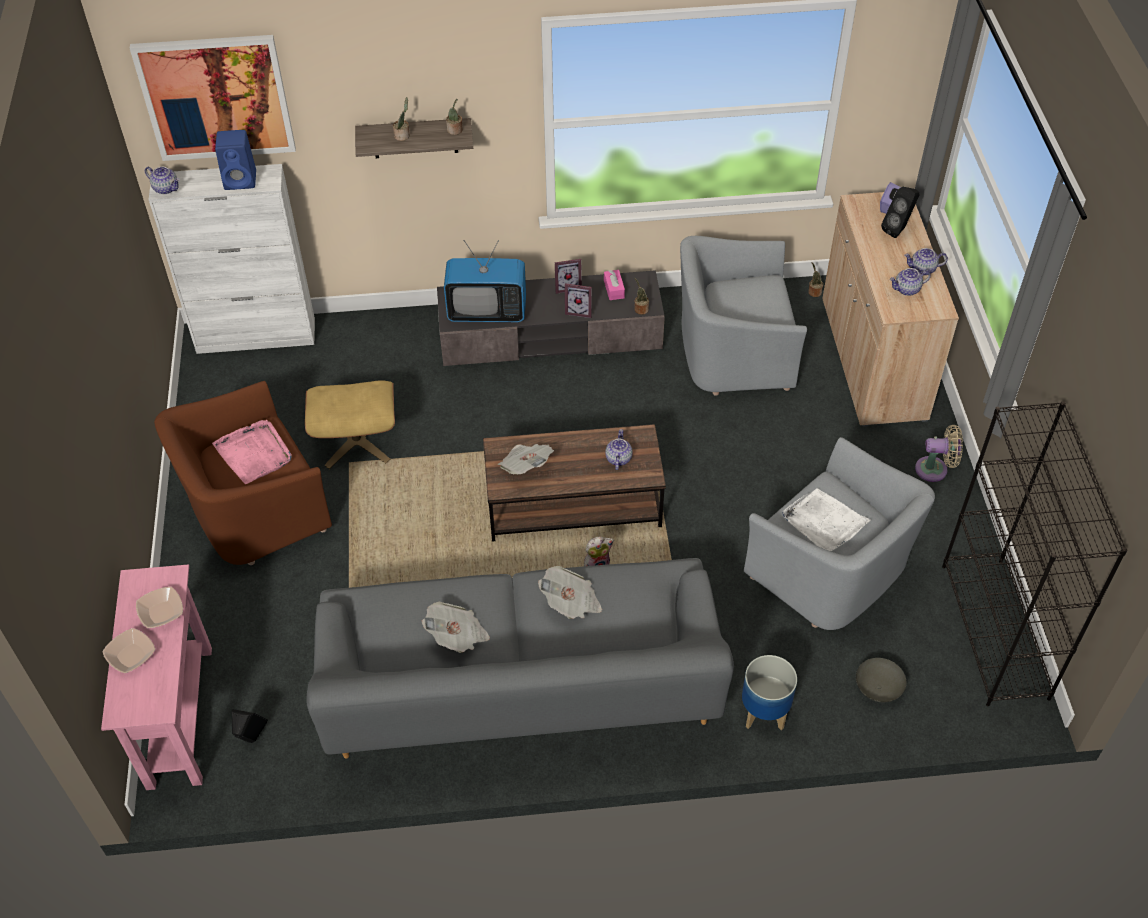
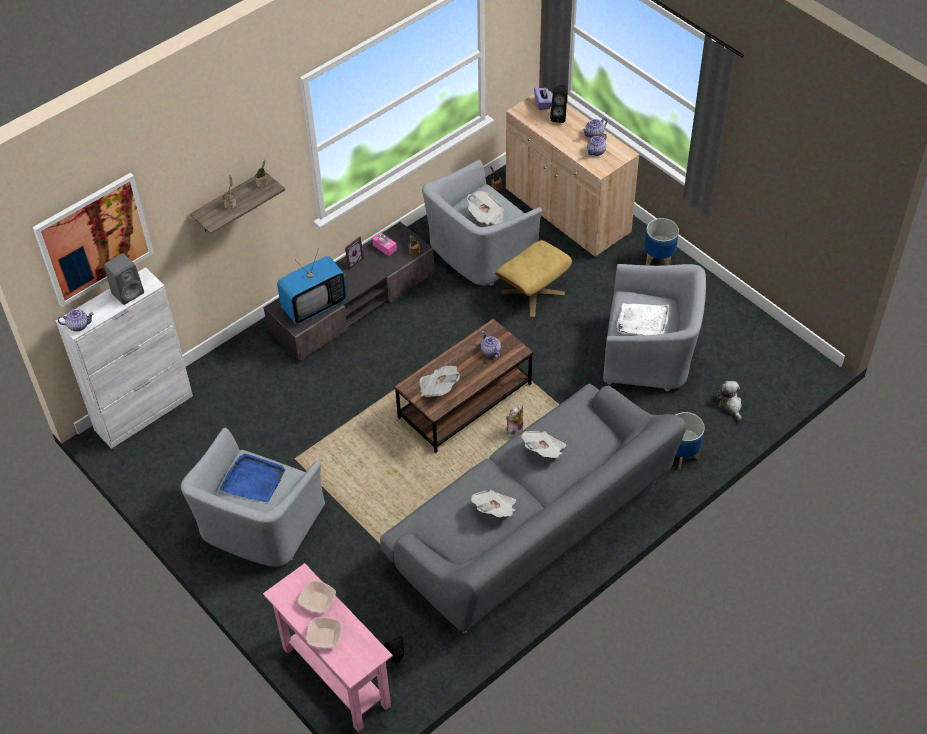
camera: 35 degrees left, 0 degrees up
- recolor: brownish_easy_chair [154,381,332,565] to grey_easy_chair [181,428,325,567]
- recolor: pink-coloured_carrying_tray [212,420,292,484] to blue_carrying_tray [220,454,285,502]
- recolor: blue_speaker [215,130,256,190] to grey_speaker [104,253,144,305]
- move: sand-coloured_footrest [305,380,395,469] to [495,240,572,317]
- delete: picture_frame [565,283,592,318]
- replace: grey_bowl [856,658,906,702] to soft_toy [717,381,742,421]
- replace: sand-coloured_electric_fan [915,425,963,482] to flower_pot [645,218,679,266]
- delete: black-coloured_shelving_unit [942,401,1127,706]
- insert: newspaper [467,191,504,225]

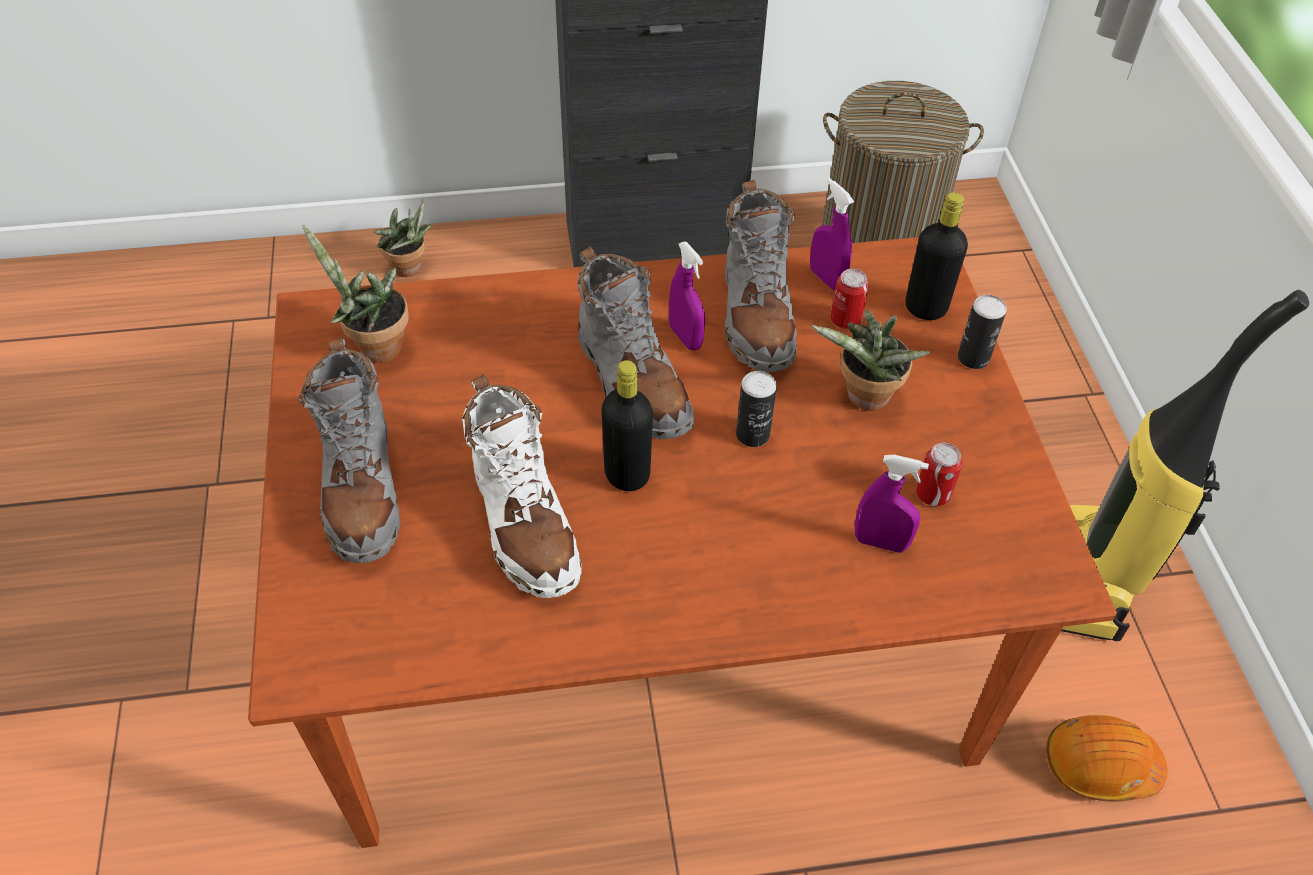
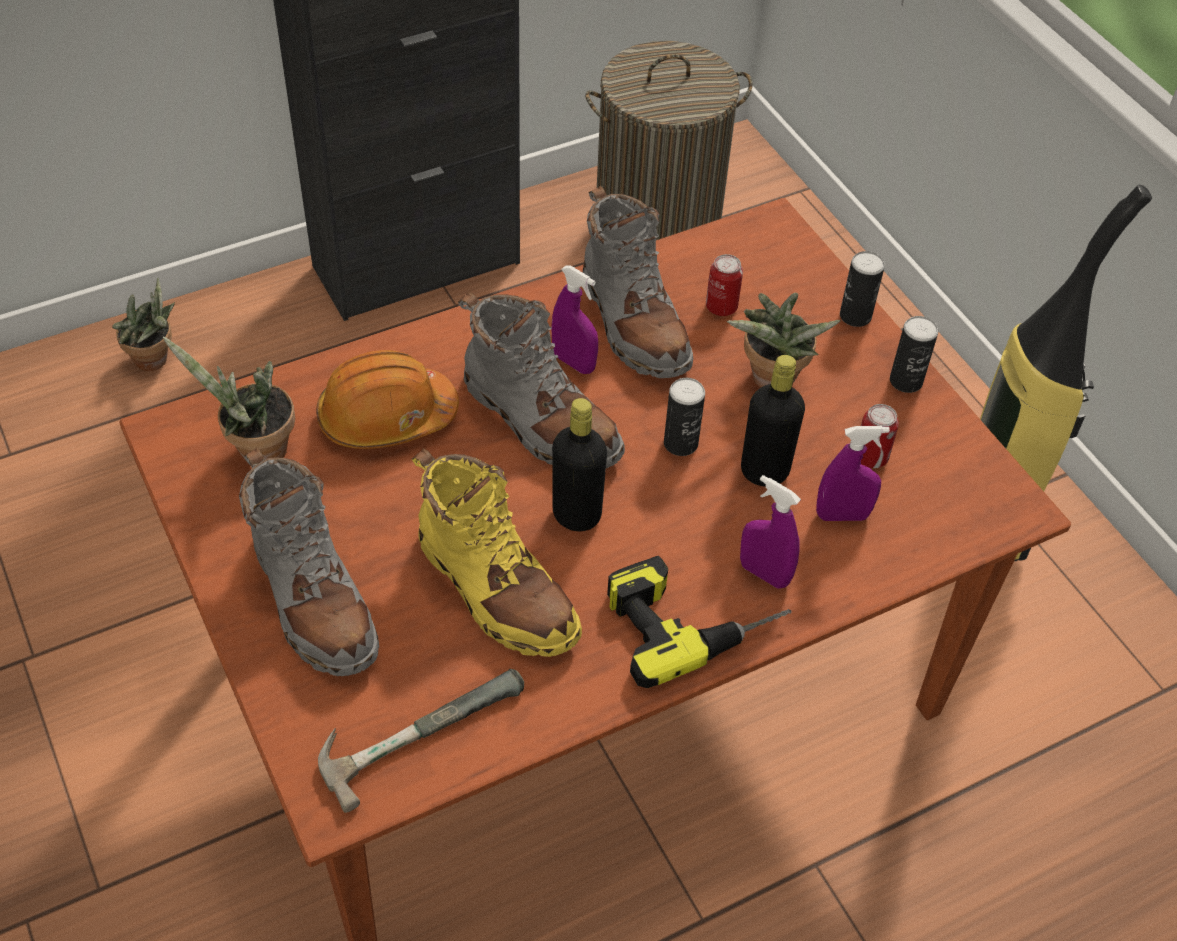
camera: 20 degrees left, 0 degrees up
- recolor: white_high-top_boot [462,374,582,598] to yellow-coloured_high-top_boot [412,448,582,657]
- move: purple_sprayer [810,178,854,290] to [740,475,801,589]
- move: black-coloured_beverage_bottle [905,192,968,320] to [741,355,805,486]
- move: orange-coloured_hard_hat [1046,715,1168,802] to [316,350,459,449]
- insert: hand_hammer [318,669,524,813]
- insert: drill [607,556,791,688]
- insert: can [890,316,938,393]

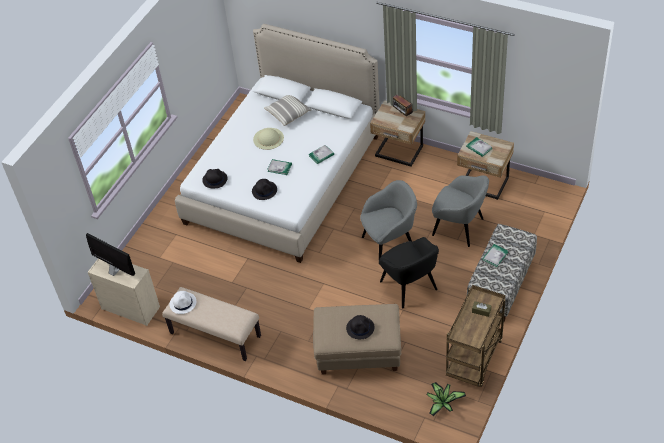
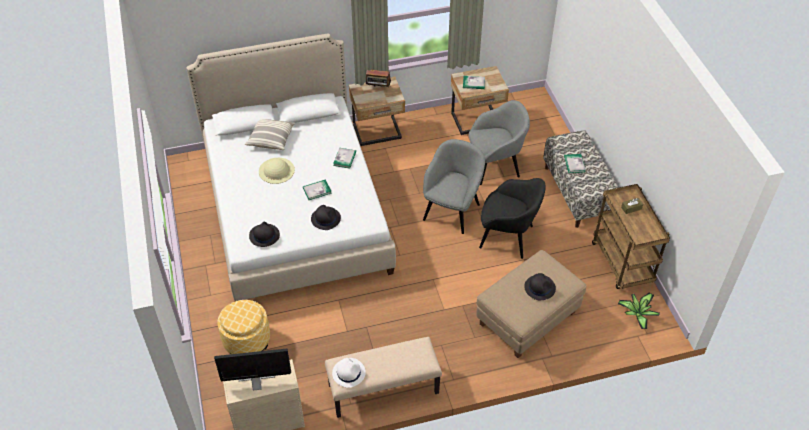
camera: 45 degrees left, 0 degrees up
- insert: footrest [217,300,270,354]

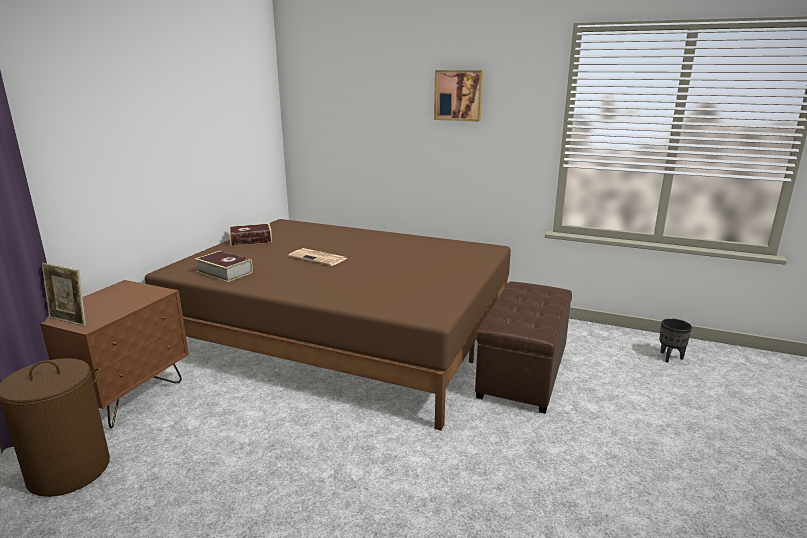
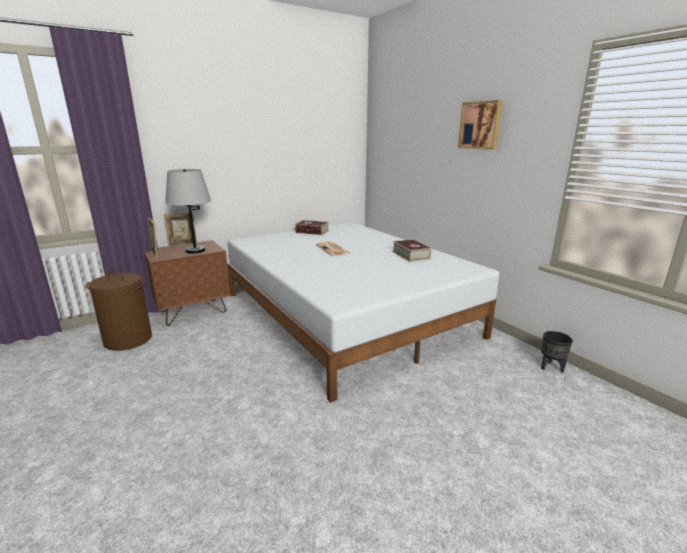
camera: 35 degrees right, 0 degrees up
- recolor: brownish_bed [145,219,511,431] to white_bed [227,222,499,403]
- move: volume [195,251,253,282] to [392,239,431,262]
- delete: brownish_footrest [475,281,572,414]
- move: black-coloured_flower_pot [659,318,692,363] to [541,331,573,373]
- insert: picture_frame [164,212,197,248]
- insert: grey_tabletop_lamp [165,169,211,254]

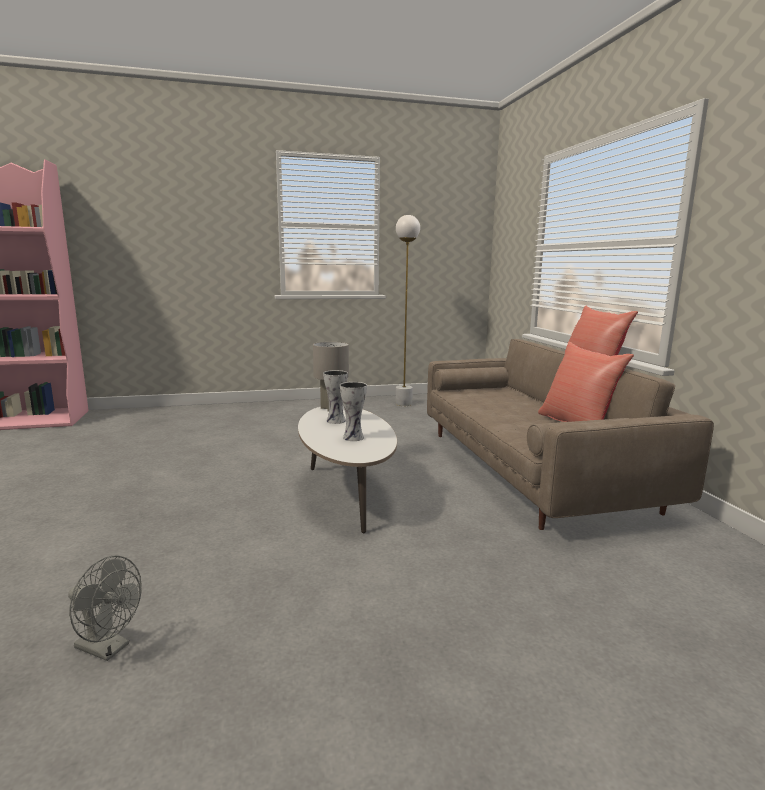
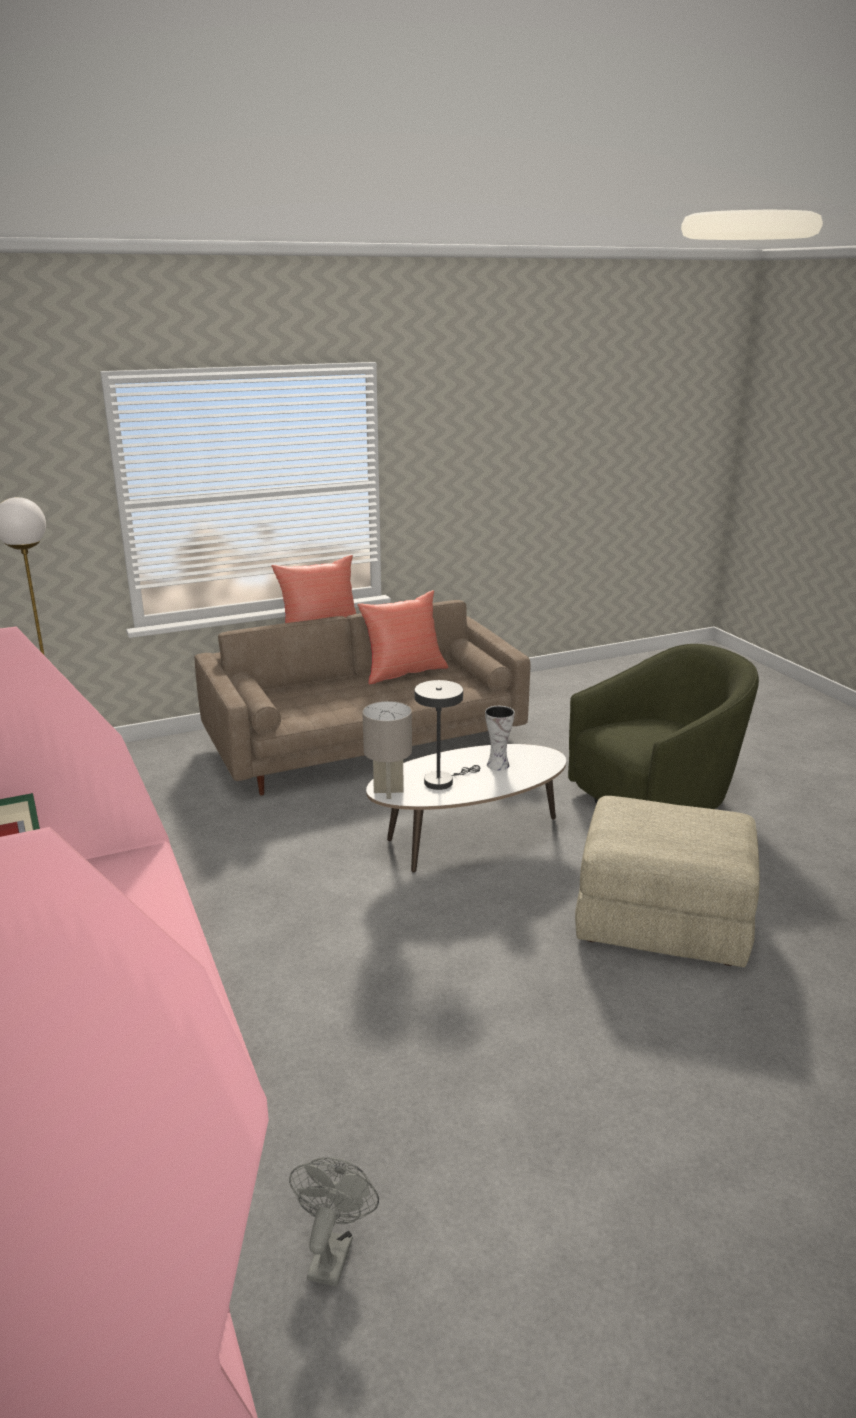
camera: 100 degrees left, 10 degrees up
- move: grey_electric_fan [68,556,142,661] to [289,1157,379,1286]
- replace: flower_vase [323,370,348,424] to grey_tabletop_lamp [415,680,480,790]
- insert: greenish_easy_chair [568,644,759,809]
- insert: sand-coloured_footrest [575,796,760,967]

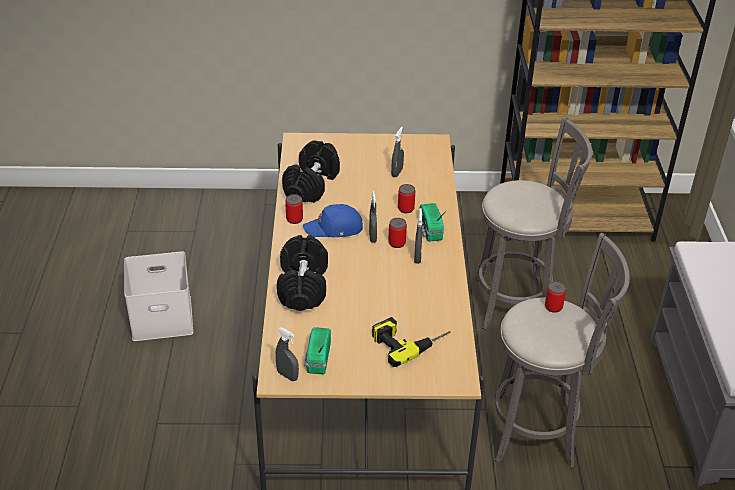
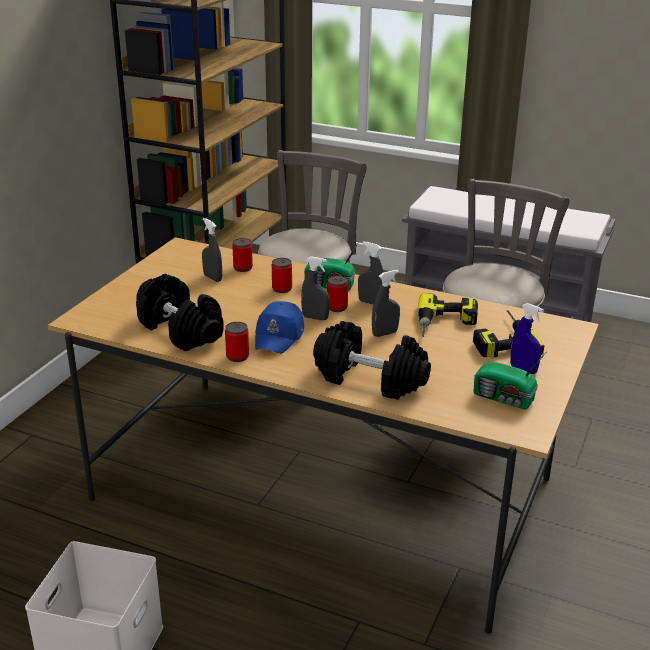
camera: 65 degrees left, 10 degrees down
- move: grey_sprayer [276,327,299,381] to [372,270,400,337]
- move: can [545,281,566,313] to [232,238,253,272]
- insert: drill [418,293,478,337]
- insert: blue_sprayer [511,303,544,374]

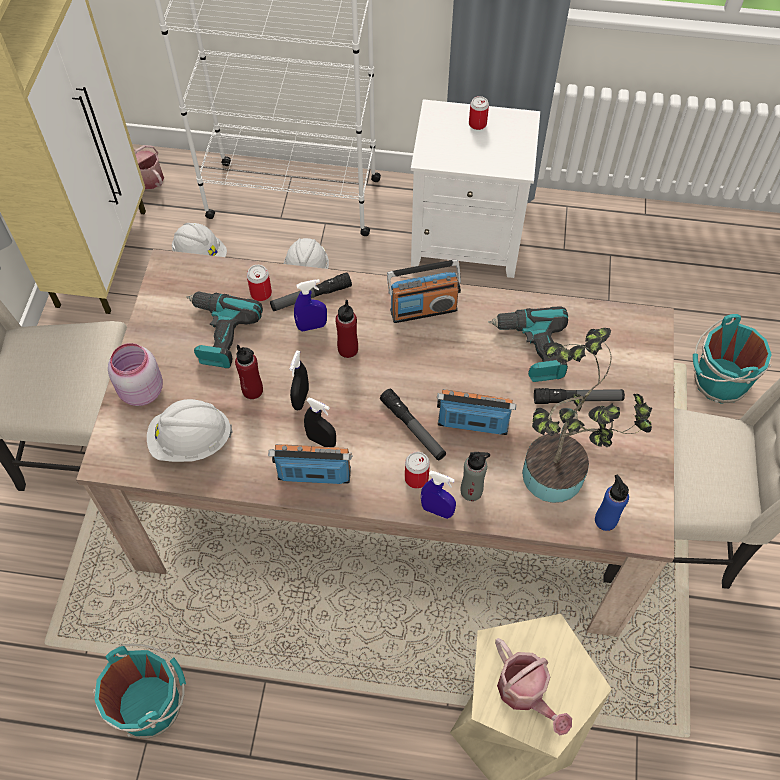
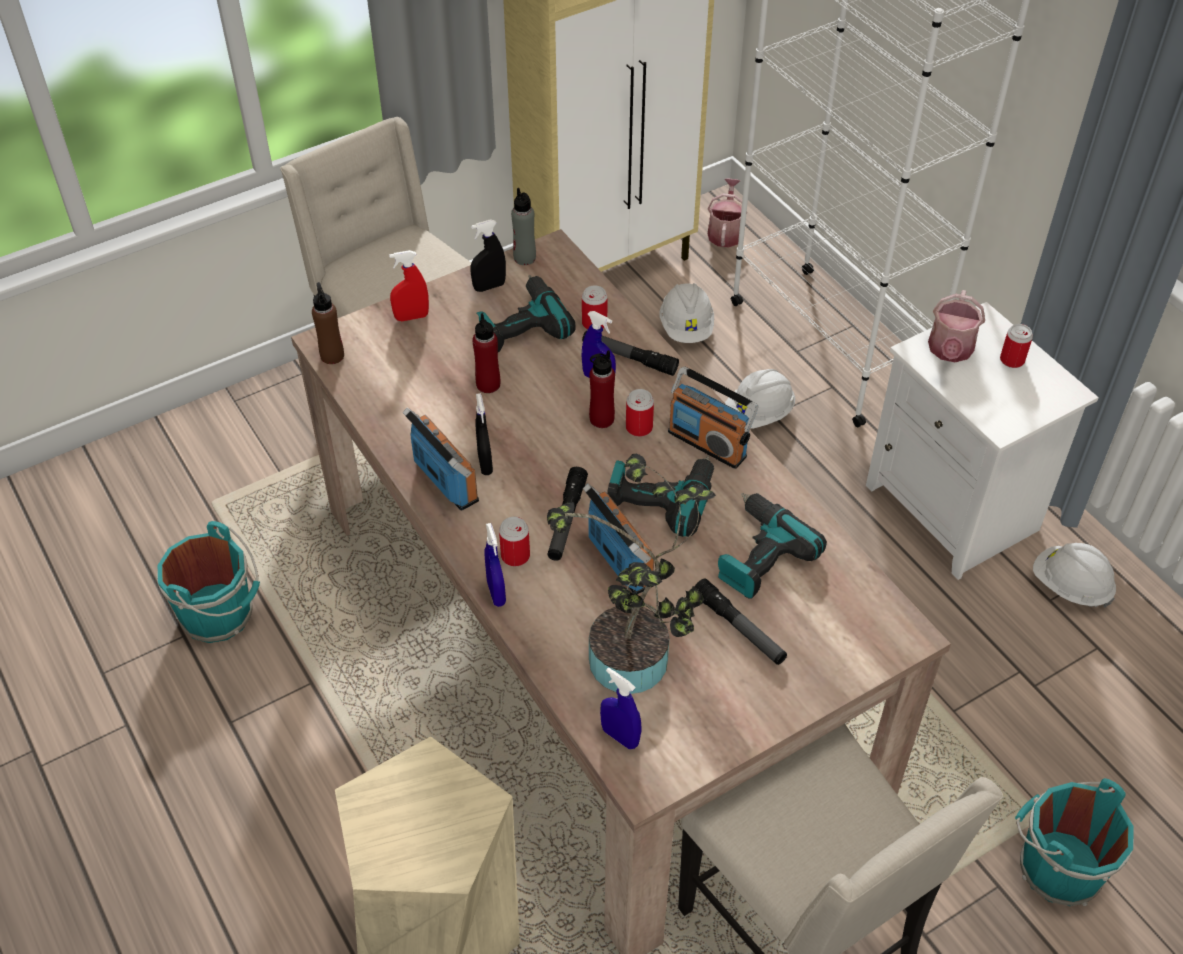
camera: 50 degrees right, 10 degrees down
- replace: pink-coloured_jar [108,343,163,406] to red-coloured_sprayer [389,250,429,321]
- move: white_hard_hat [147,399,233,462] to [1033,543,1116,608]
- move: black-coloured_sprayer [290,350,309,411] to [470,219,506,292]
- move: grey_beverage_bottle [461,452,490,501] to [511,188,536,265]
- move: sprinkling_can [495,638,572,735] to [928,290,985,362]
- replace: blue_beverage_bottle [595,475,629,531] to blue_sprayer [600,667,642,749]
- insert: brownish_beverage_bottle [312,282,344,364]
- insert: drill [607,456,714,537]
- insert: can [626,389,654,437]

